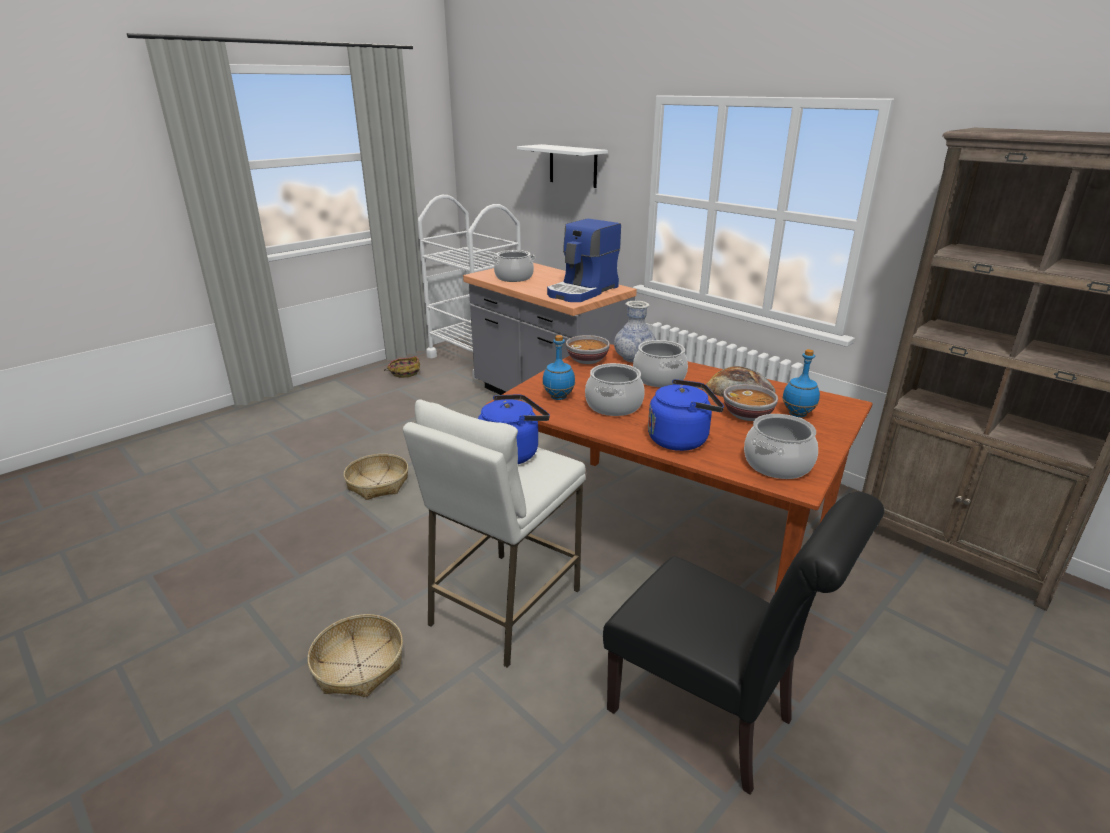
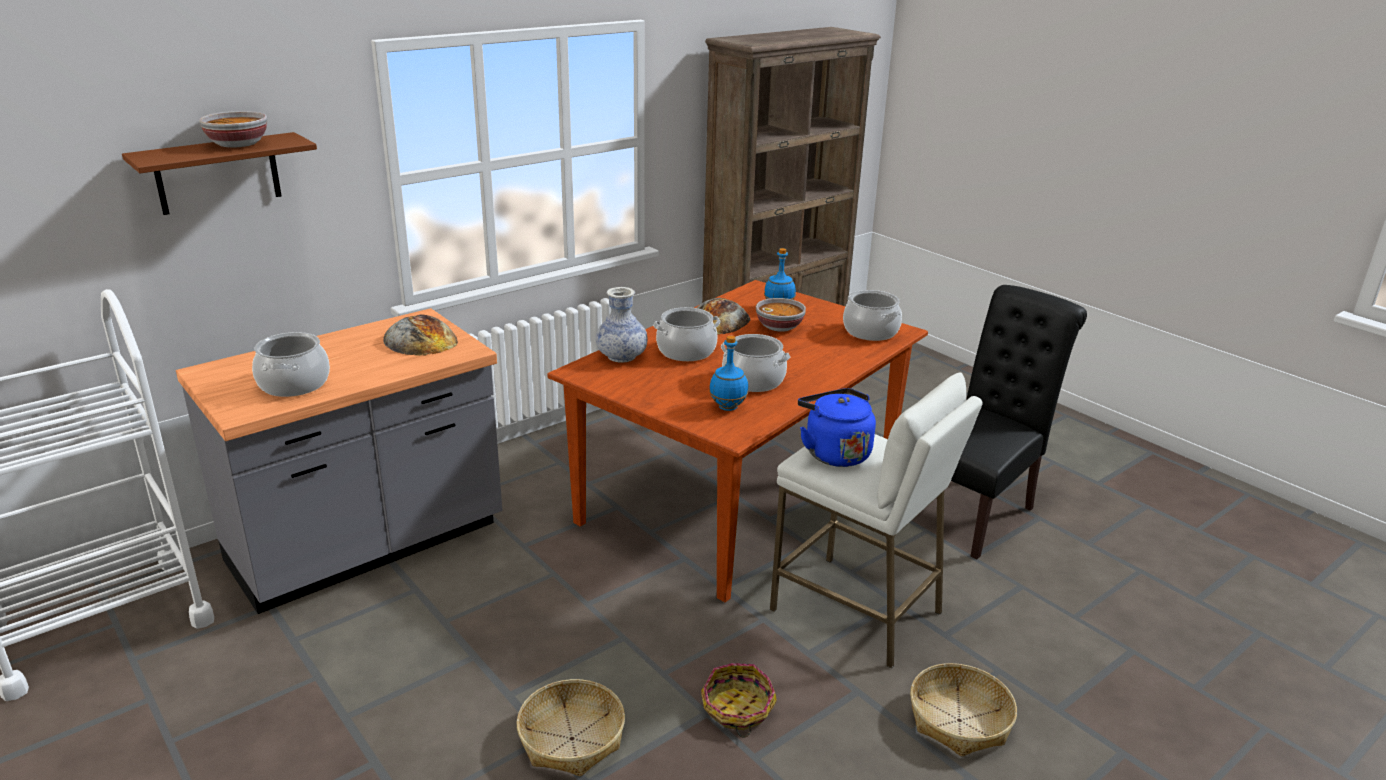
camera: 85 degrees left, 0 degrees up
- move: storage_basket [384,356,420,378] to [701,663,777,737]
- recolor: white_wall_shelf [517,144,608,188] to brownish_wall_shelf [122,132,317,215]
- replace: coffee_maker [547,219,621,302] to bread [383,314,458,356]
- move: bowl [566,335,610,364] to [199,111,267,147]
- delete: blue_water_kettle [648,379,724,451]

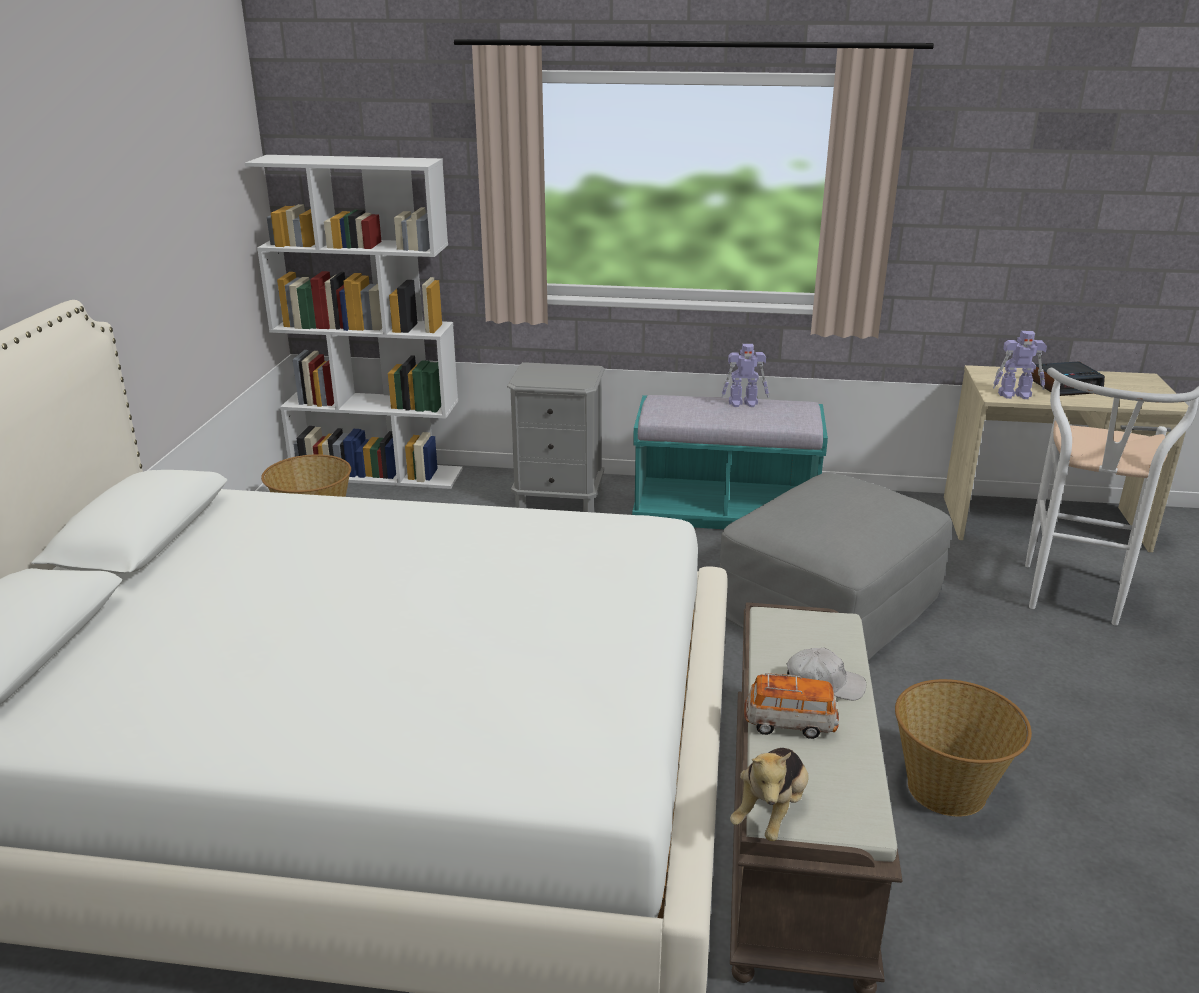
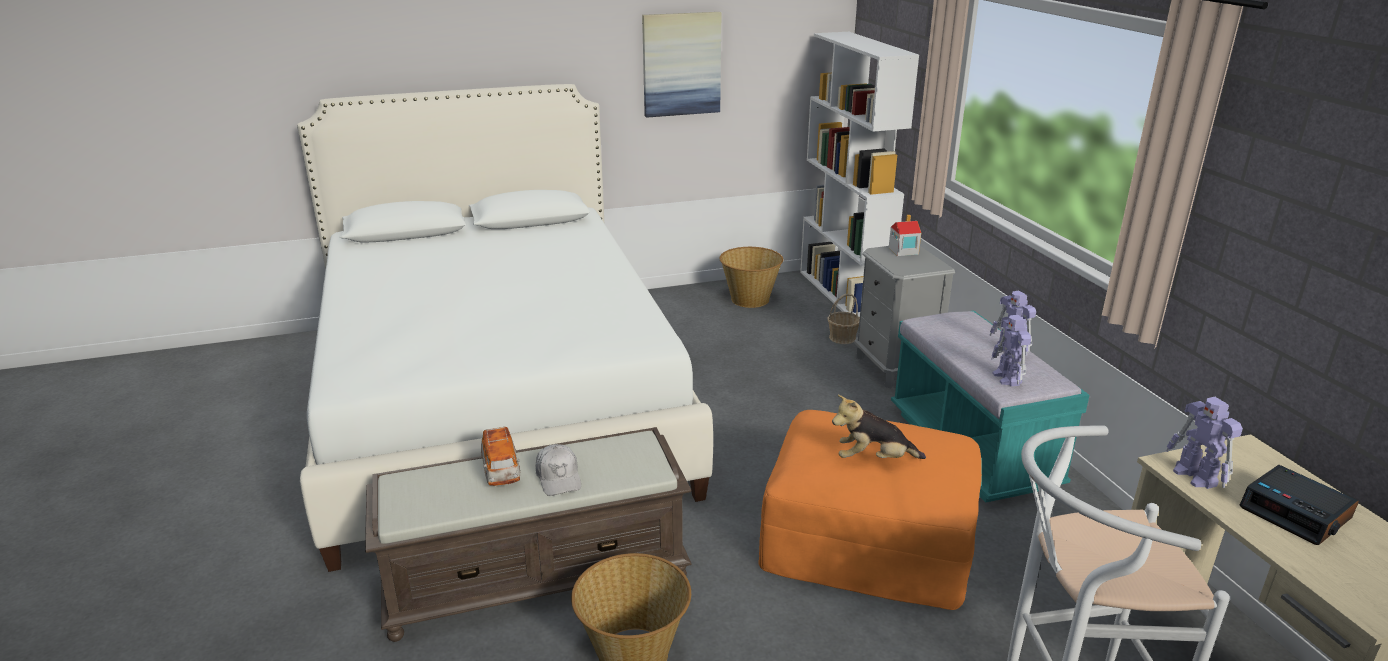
camera: 65 degrees right, 0 degrees up
- recolor: grey_footrest [720,473,952,660] to orange-coloured_footrest [759,410,982,610]
- move: soft_toy [730,748,809,841] to [832,395,926,459]
- insert: wall_art [642,12,721,118]
- insert: storage_basket [827,294,860,344]
- insert: miniature_house [889,215,921,256]
- insert: model_robot [991,315,1031,386]

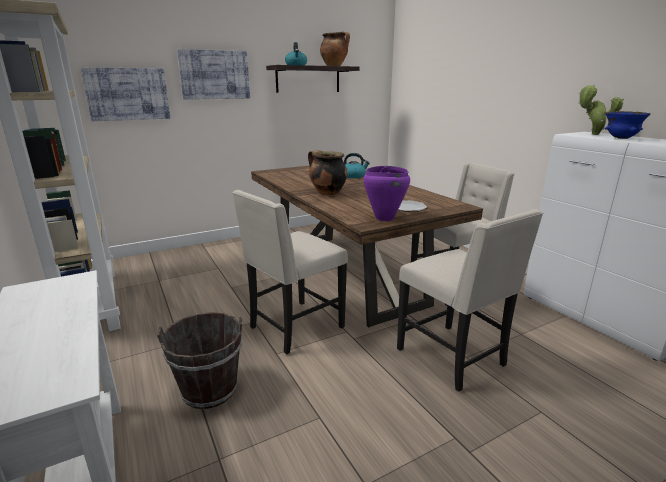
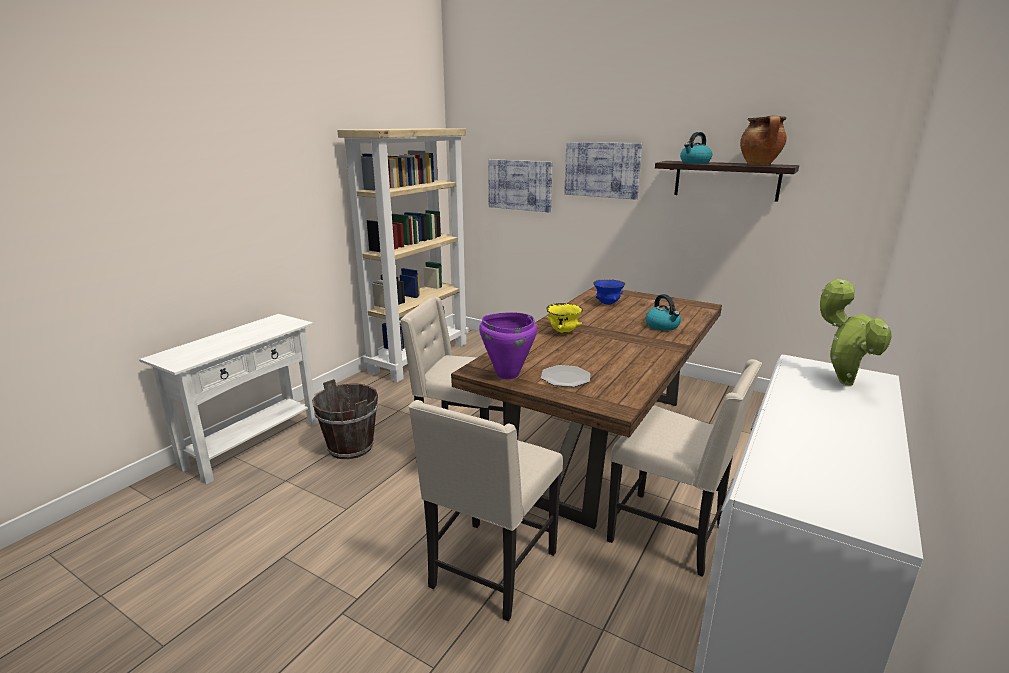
camera: 60 degrees right, 0 degrees up
- replace: cooking_pot [308,150,347,196] to yellow-coloured_bowl [546,303,583,333]
- move: blue_bowl [605,111,651,139] to [593,279,625,305]

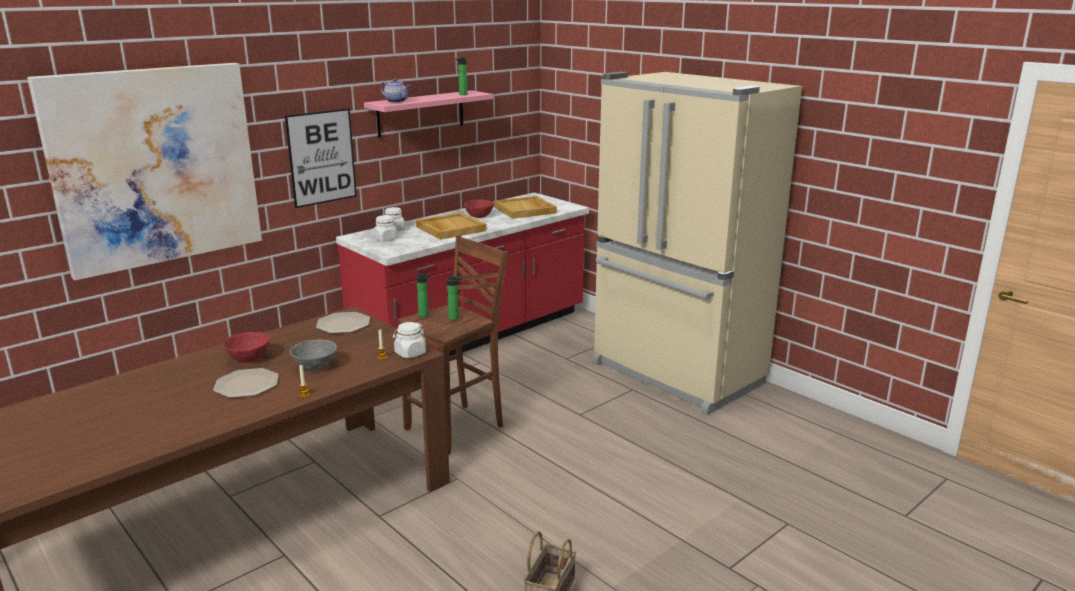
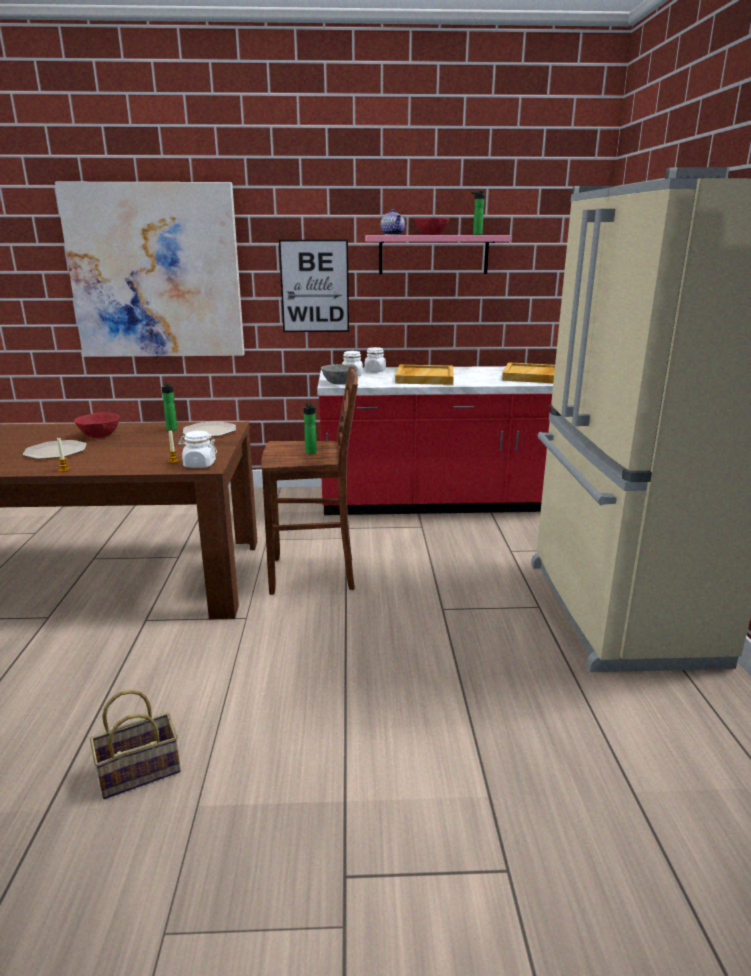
camera: 40 degrees right, 0 degrees up
- move: grey_bowl [290,339,337,371] to [321,364,357,384]
- move: beverage_bottle [416,273,431,317] to [161,383,178,431]
- move: red-coloured_bowl [464,200,494,218] to [414,218,449,235]

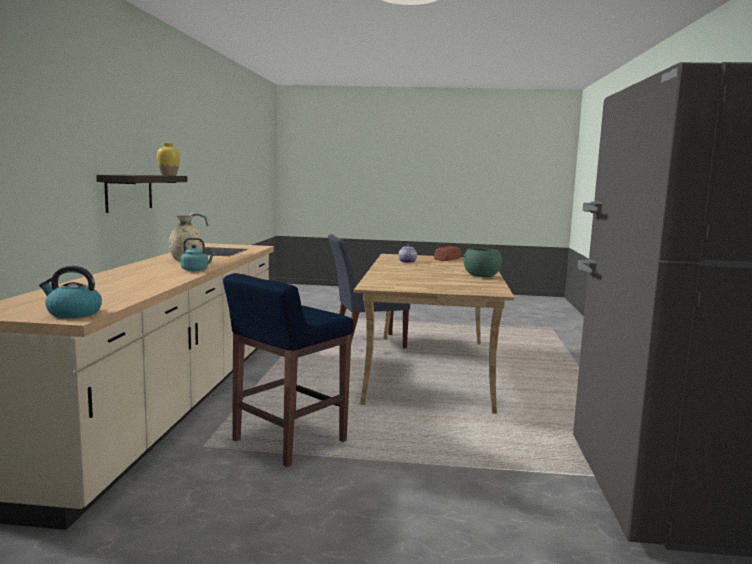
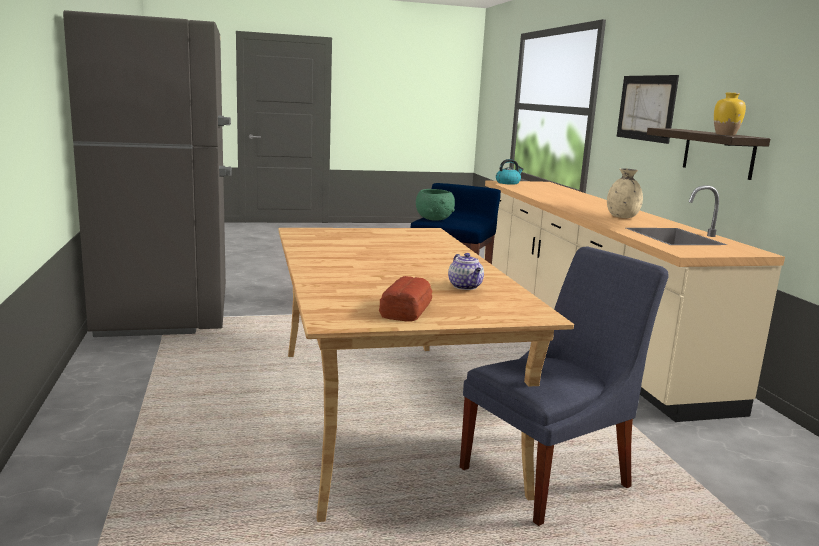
camera: 160 degrees right, 5 degrees up
- delete: turquoise-coloured_water_kettle [180,238,215,271]
- move: greenish_bowl [463,247,502,277] to [416,189,455,221]
- insert: wall_art [617,75,679,144]

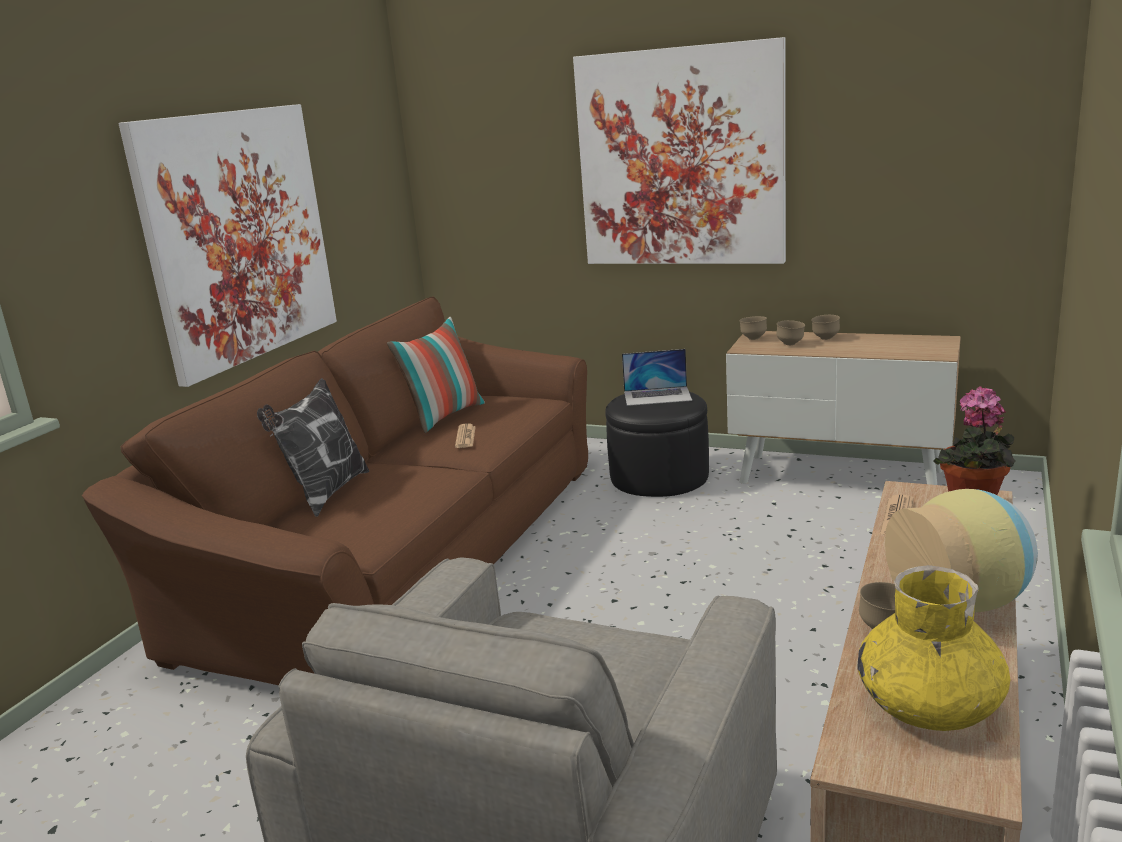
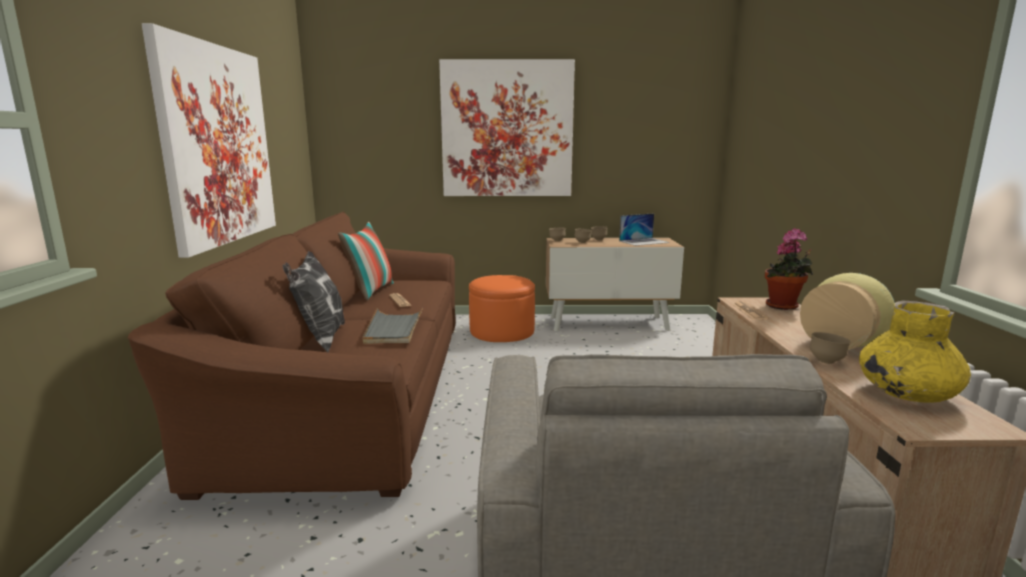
camera: 25 degrees left, 5 degrees down
- recolor: black-coloured_footrest [605,392,709,497] to orange-coloured_footrest [469,275,535,342]
- move: notebook_computer [622,349,692,406] to [619,214,670,246]
- insert: grey_carrying_tray [363,308,423,344]

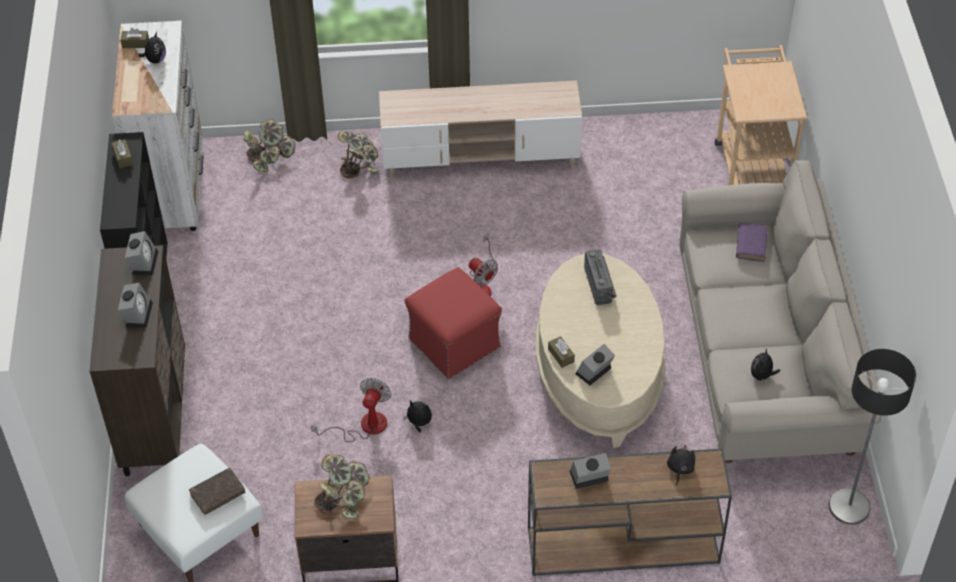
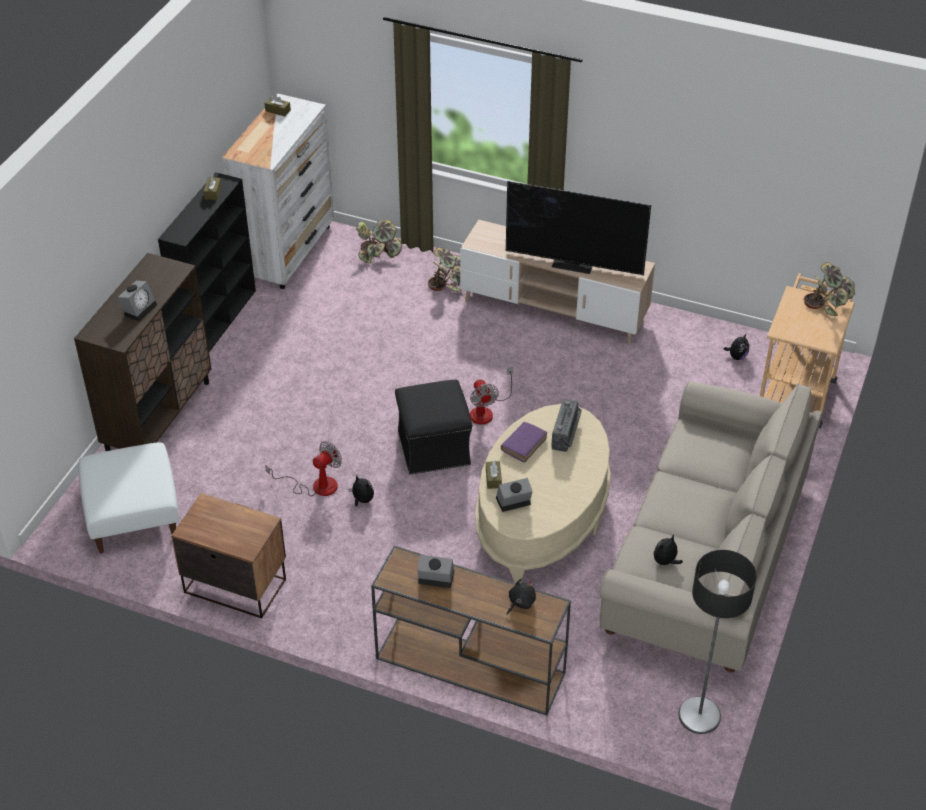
camera: 25 degrees right, 5 degrees down
- delete: bedside_clock [125,231,158,275]
- move: soft_toy [138,32,166,64] to [724,333,749,360]
- delete: brownish_volume [189,468,246,515]
- move: potted_plant [314,454,370,519] to [803,262,855,316]
- recolor: red-coloured_footrest [405,267,502,379] to black-coloured_footrest [395,379,472,475]
- move: purple_volume [736,223,768,262] to [501,422,547,462]
- insert: television [506,181,651,275]

